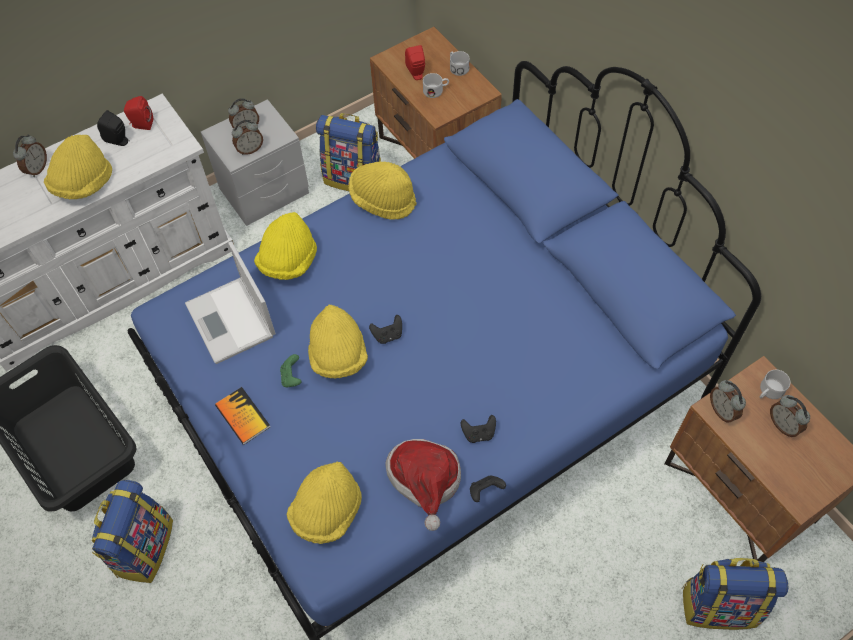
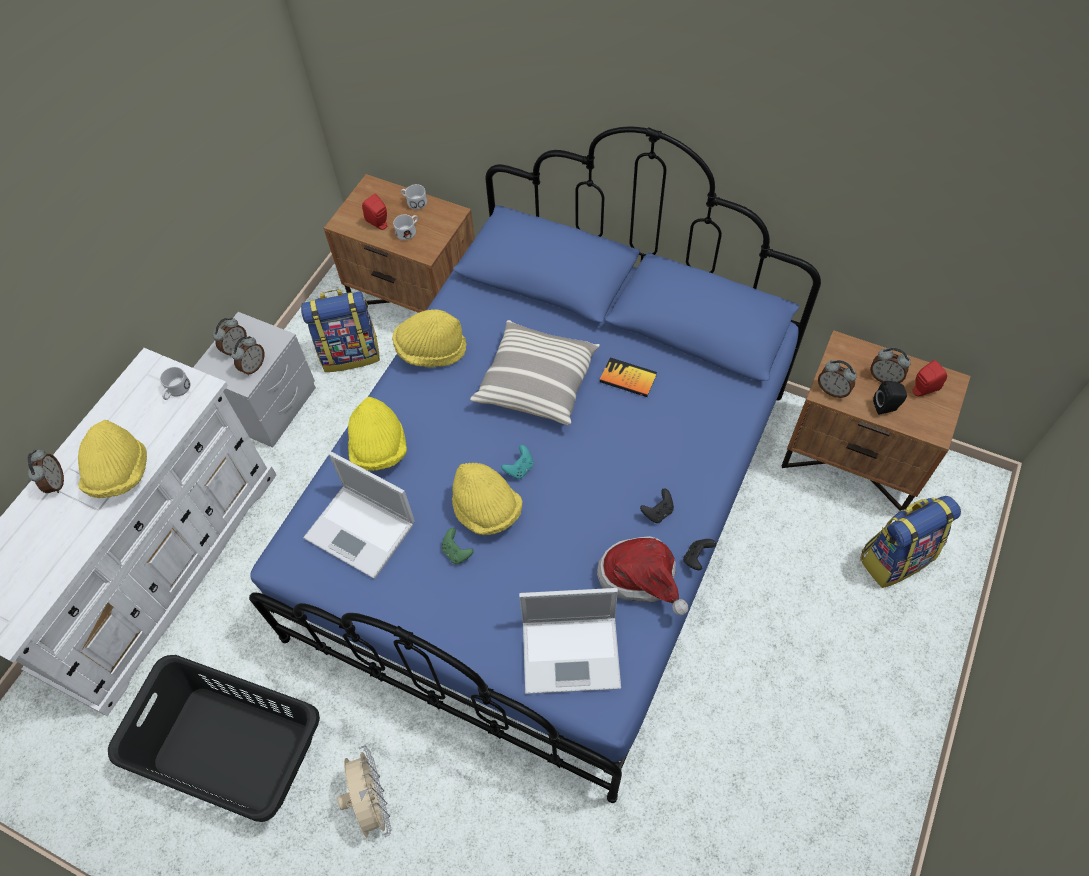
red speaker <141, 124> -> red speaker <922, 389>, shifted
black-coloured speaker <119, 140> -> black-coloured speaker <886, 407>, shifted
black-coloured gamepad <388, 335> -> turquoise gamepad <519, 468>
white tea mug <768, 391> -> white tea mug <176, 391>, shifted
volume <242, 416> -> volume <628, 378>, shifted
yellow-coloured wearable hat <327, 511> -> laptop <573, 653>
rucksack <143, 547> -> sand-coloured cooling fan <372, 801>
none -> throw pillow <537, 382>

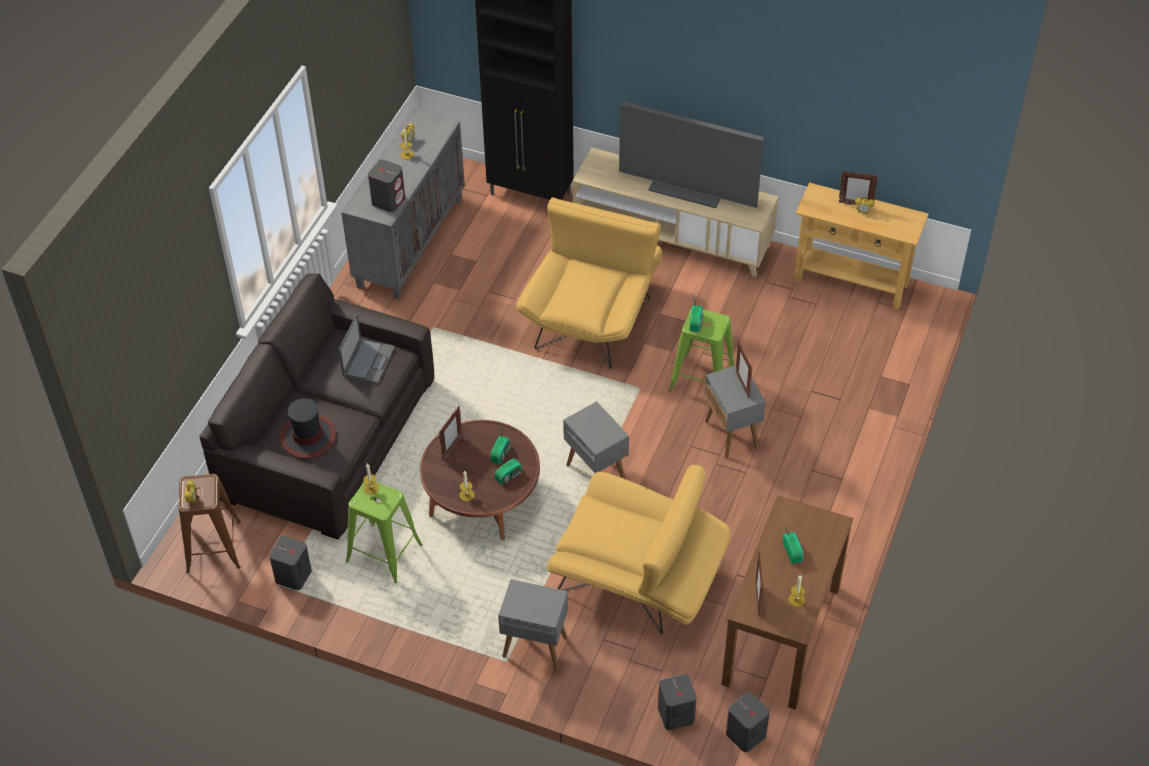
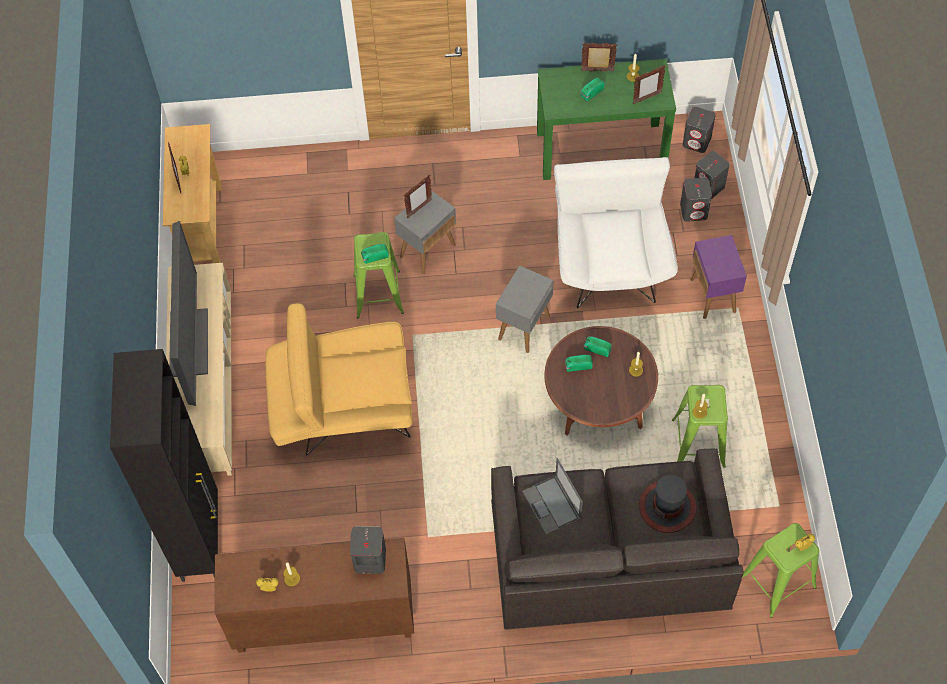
greyish cupboard <410, 241> -> brown cupboard <323, 621>
laptop <369, 360> -> laptop <552, 505>, 105 degrees counterclockwise
standing frame <451, 448> -> standing frame <597, 71>, shifted
yellow-coloured armchair <639, 579> -> white armchair <609, 255>
brown stool <213, 547> -> green stool <778, 582>
brown narrow table <782, 635> -> green narrow table <601, 150>
greyish speaker <293, 576> -> greyish speaker <694, 211>, shifted
greyish end table <534, 647> -> purple end table <713, 296>

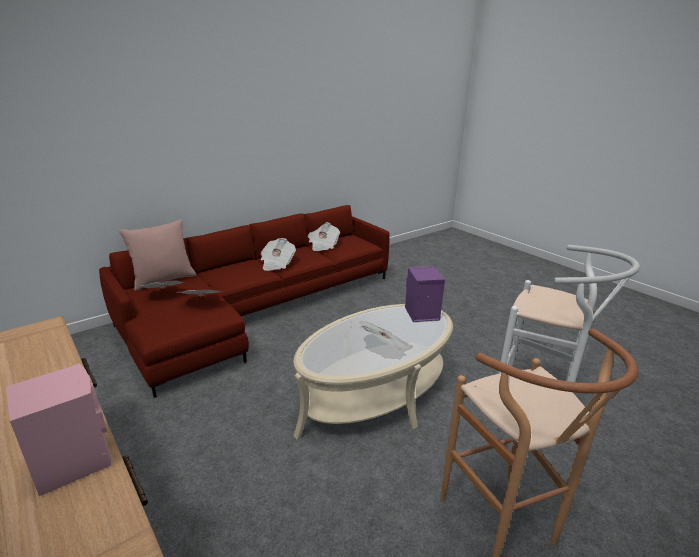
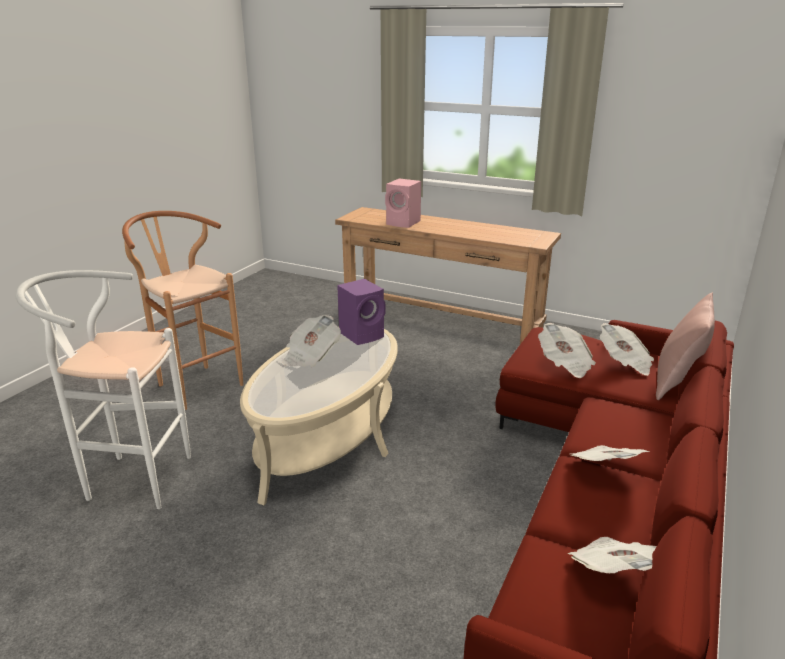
purple speaker <420, 313> -> purple speaker <363, 335>, shifted

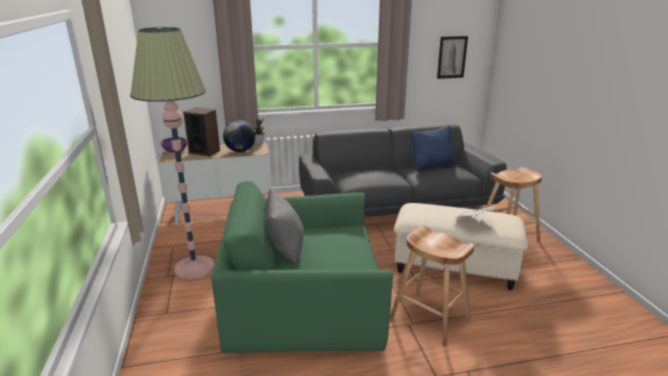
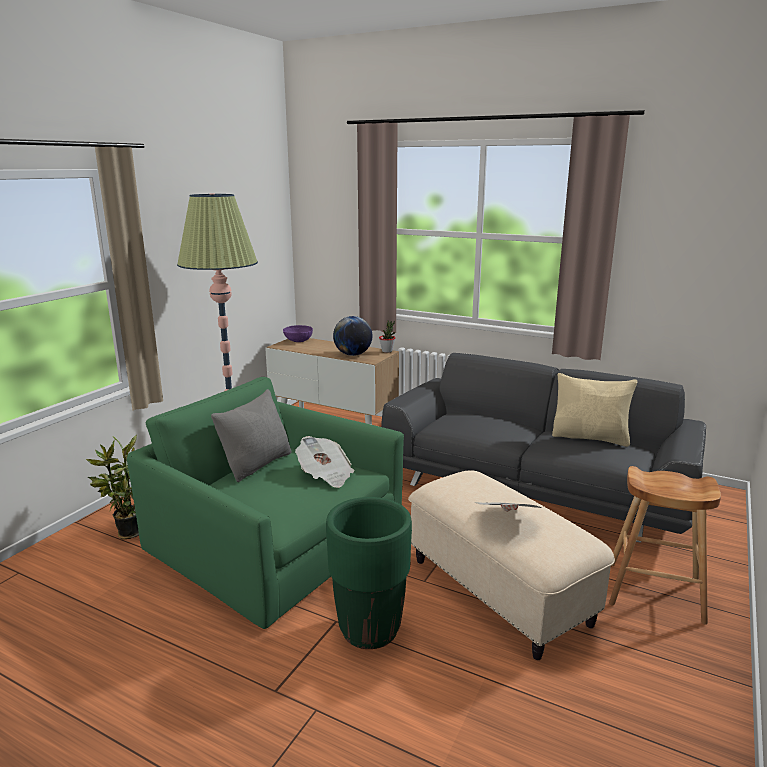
wall art <452, 57> -> none
speaker <204, 151> -> none
bluish throw pillow <431, 166> -> sand-coloured throw pillow <590, 437>
brown stool <430, 318> -> green flower pot <369, 629>
none -> potted plant <127, 534>
none -> printed paper <325, 475>

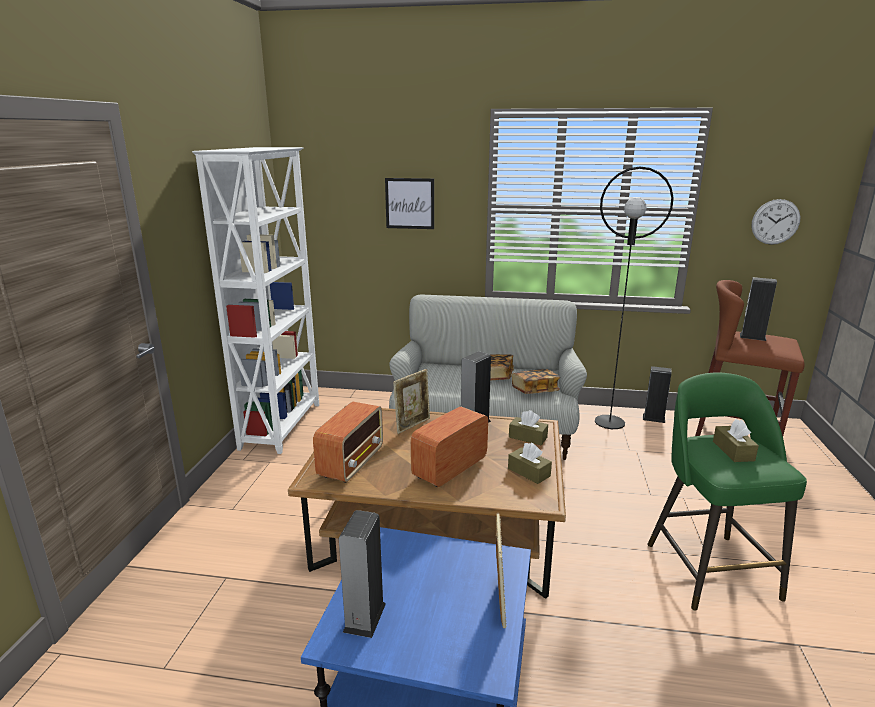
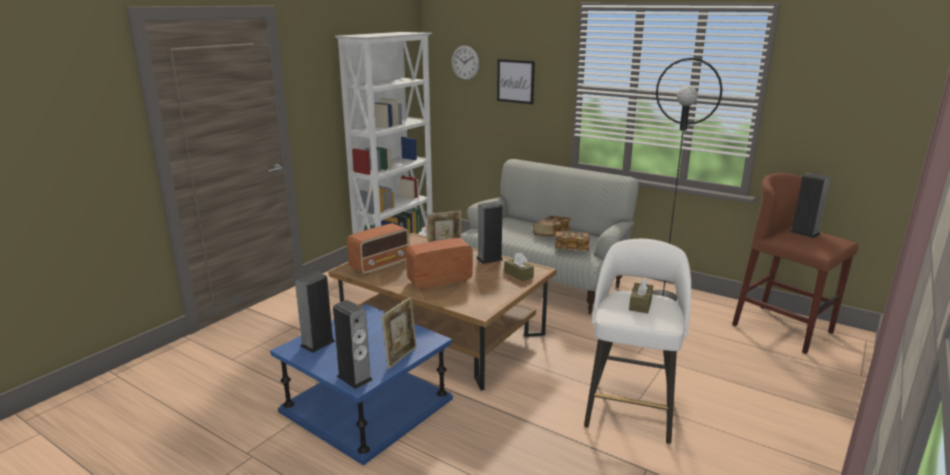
wall clock <775, 222> -> wall clock <465, 62>, shifted
speaker <653, 418> -> speaker <354, 378>, shifted
green stool <709, 568> -> white stool <630, 408>
brown tissue box <529, 472> -> none

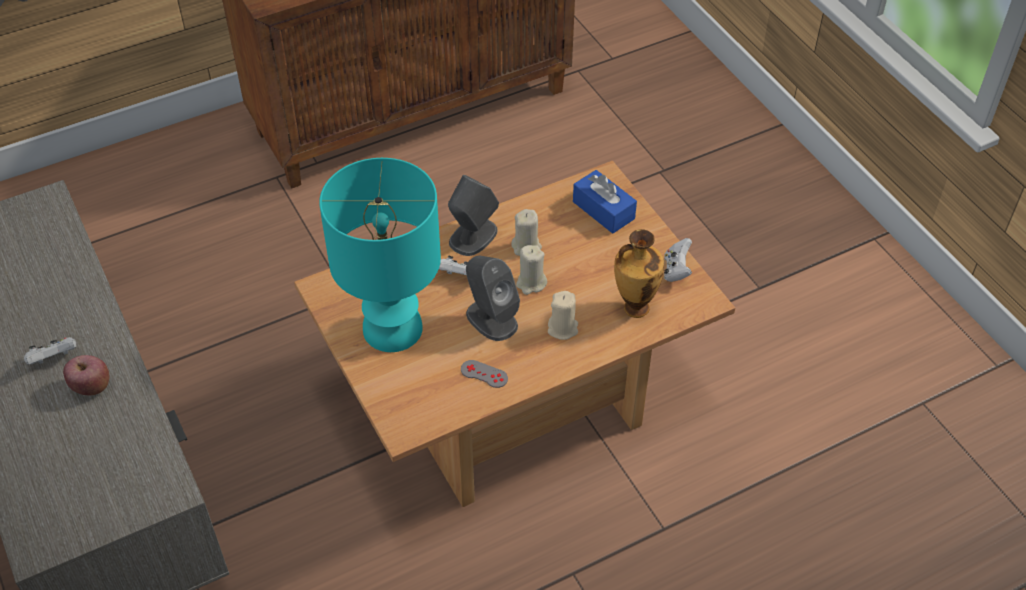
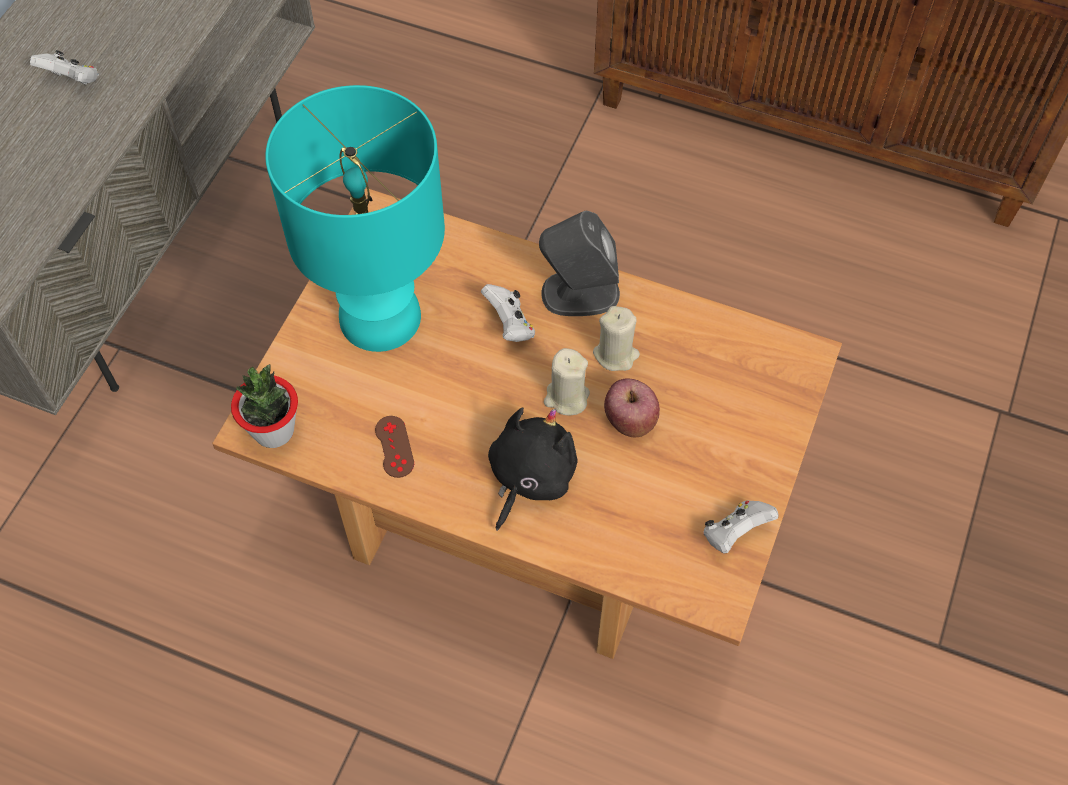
bluish tissue box <603, 210> -> none
flower vase <634, 307> -> none
greyish speaker <491, 319> -> none
sand-coloured wax light <563, 328> -> black-coloured cuddly toy <529, 477>
apple fruit <91, 387> -> apple fruit <630, 421>, shifted
greyish gamepad <484, 374> -> brown gamepad <394, 446>
none -> potted plant <274, 431>

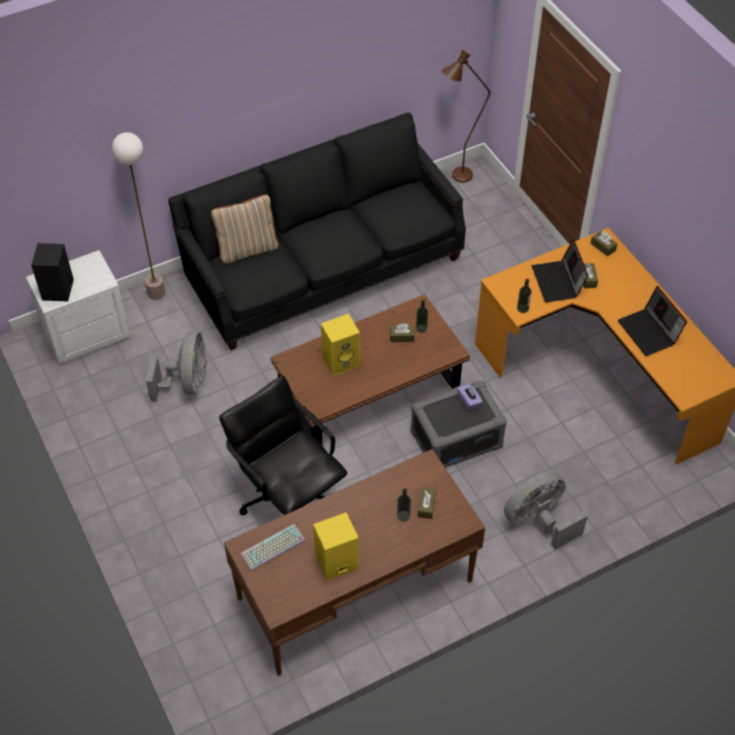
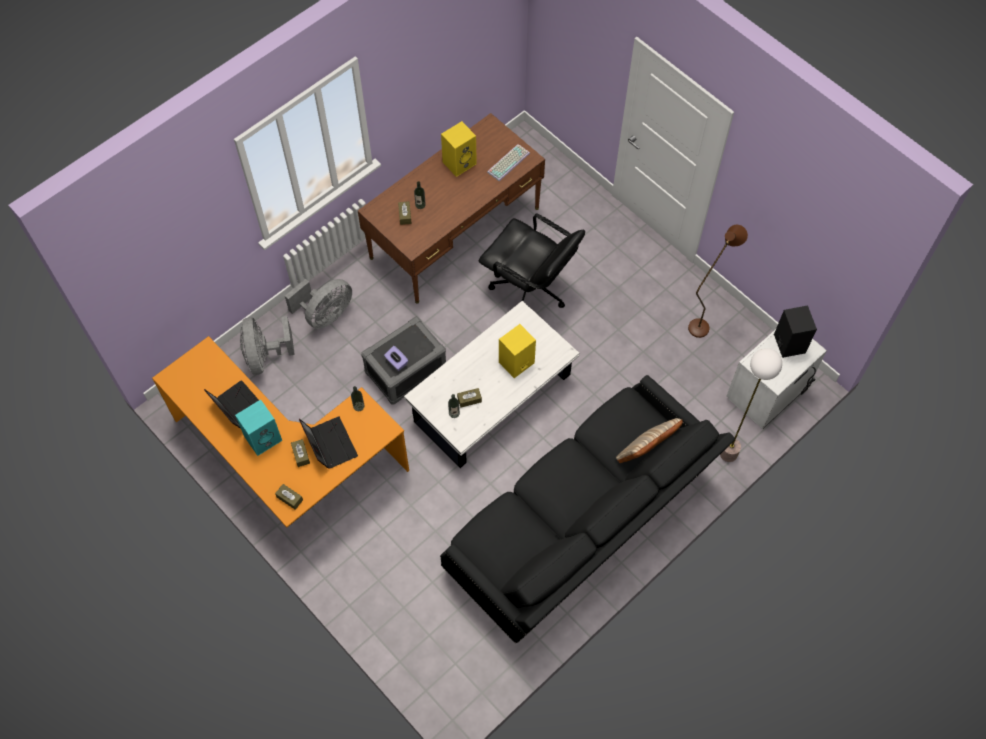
brown standing lamp <456, 178> -> brown standing lamp <703, 323>, shifted
brown low table <370, 391> -> white low table <492, 398>
greyish cooling fan <187, 383> -> greyish cooling fan <265, 356>, shifted
none -> turquoise speaker <263, 437>

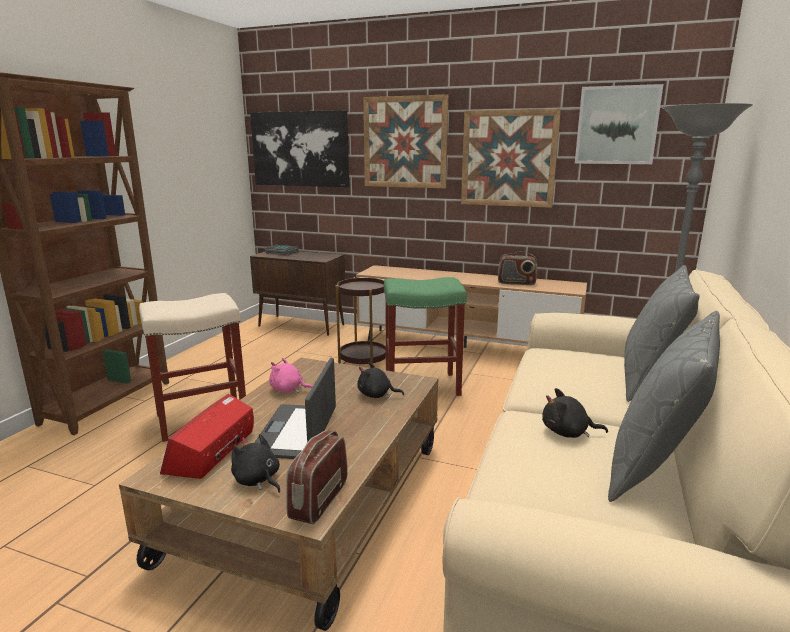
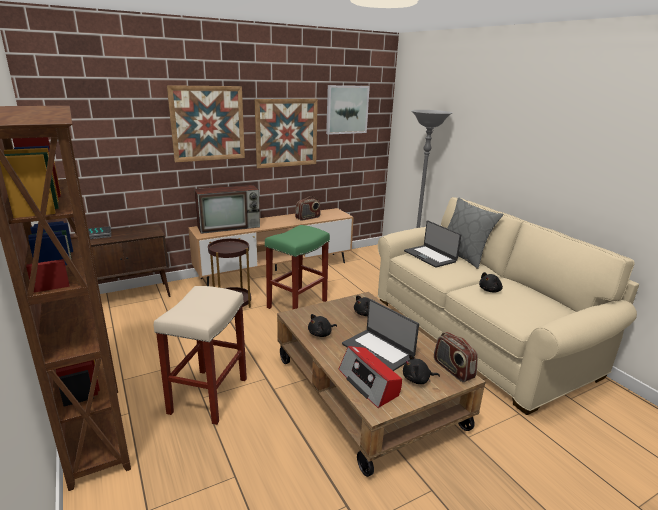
wall art <300, 149> -> none
greyish throw pillow <655, 466> -> none
pink cuddly toy <288, 390> -> black-coloured cuddly toy <321, 334>
none -> TV set <230, 226>
none -> laptop <430, 256>

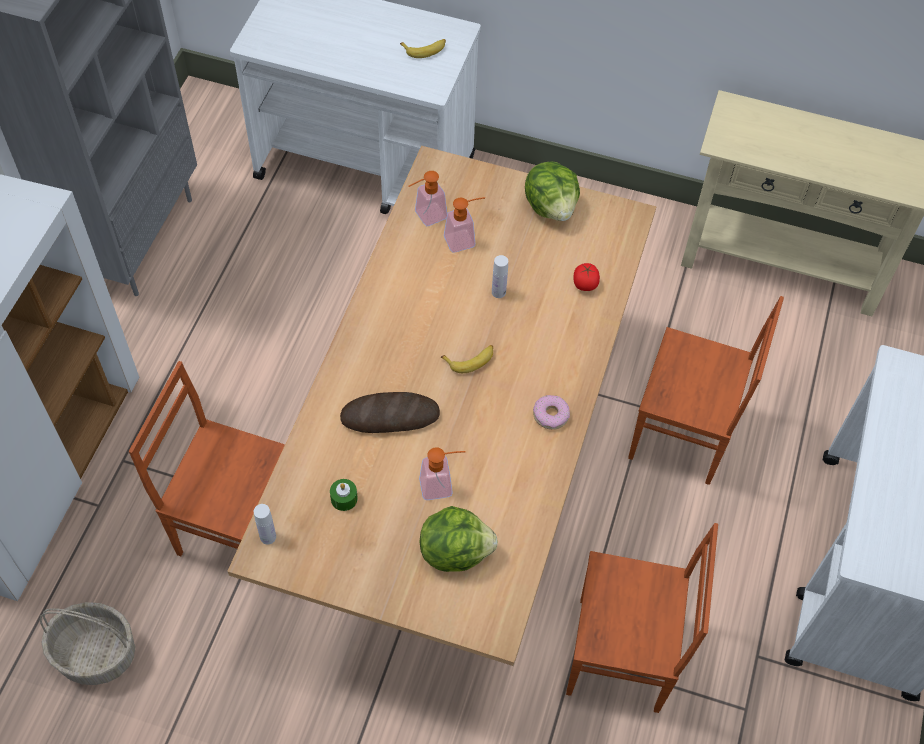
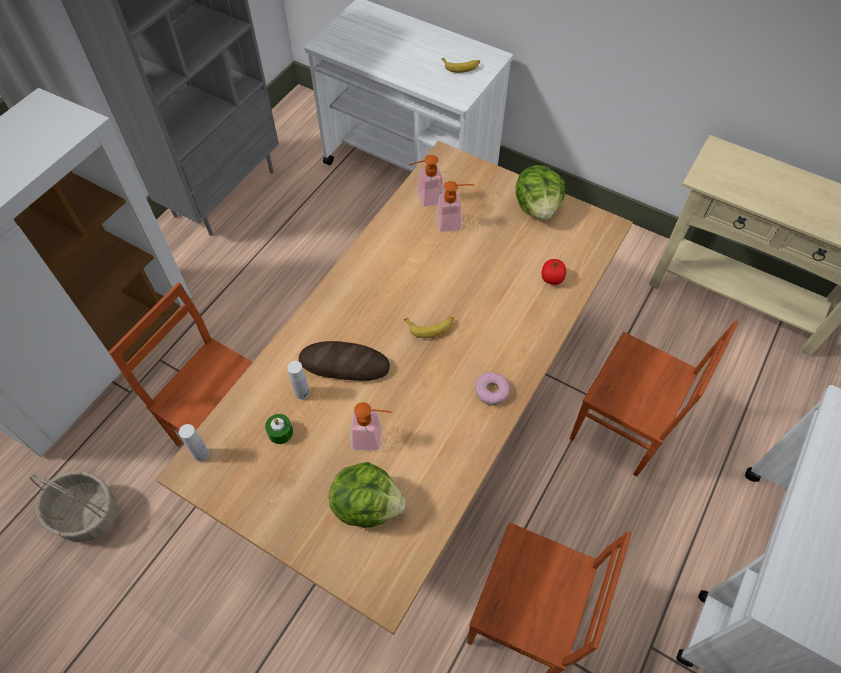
white bottle <498, 292> -> white bottle <302, 393>, shifted

